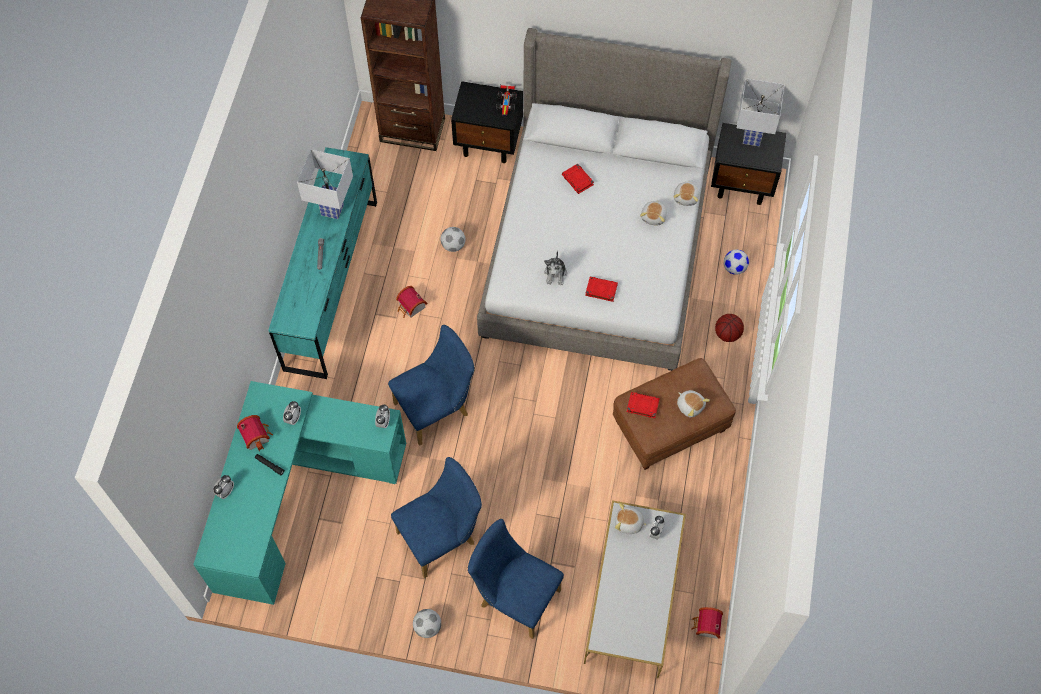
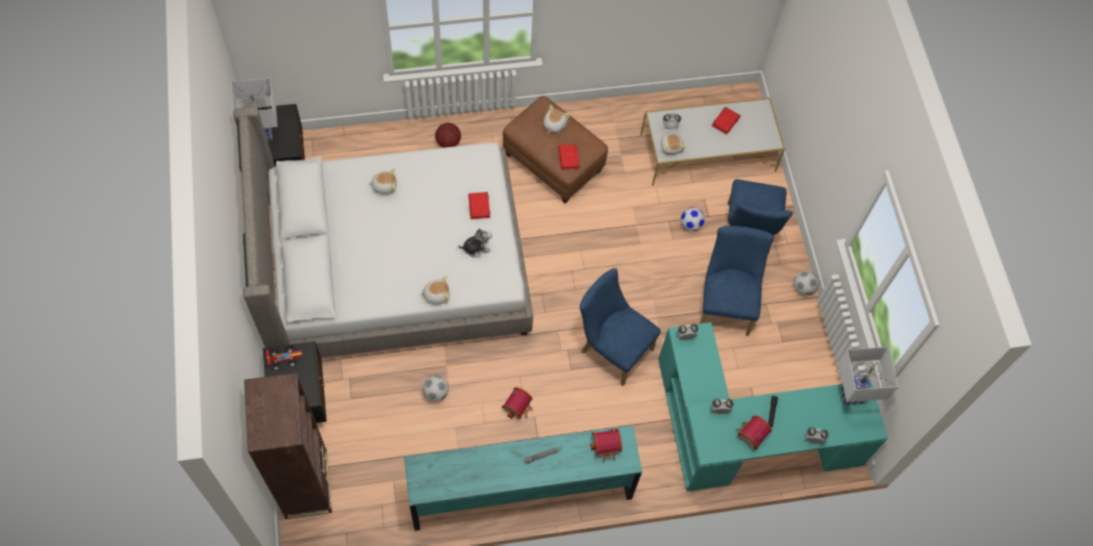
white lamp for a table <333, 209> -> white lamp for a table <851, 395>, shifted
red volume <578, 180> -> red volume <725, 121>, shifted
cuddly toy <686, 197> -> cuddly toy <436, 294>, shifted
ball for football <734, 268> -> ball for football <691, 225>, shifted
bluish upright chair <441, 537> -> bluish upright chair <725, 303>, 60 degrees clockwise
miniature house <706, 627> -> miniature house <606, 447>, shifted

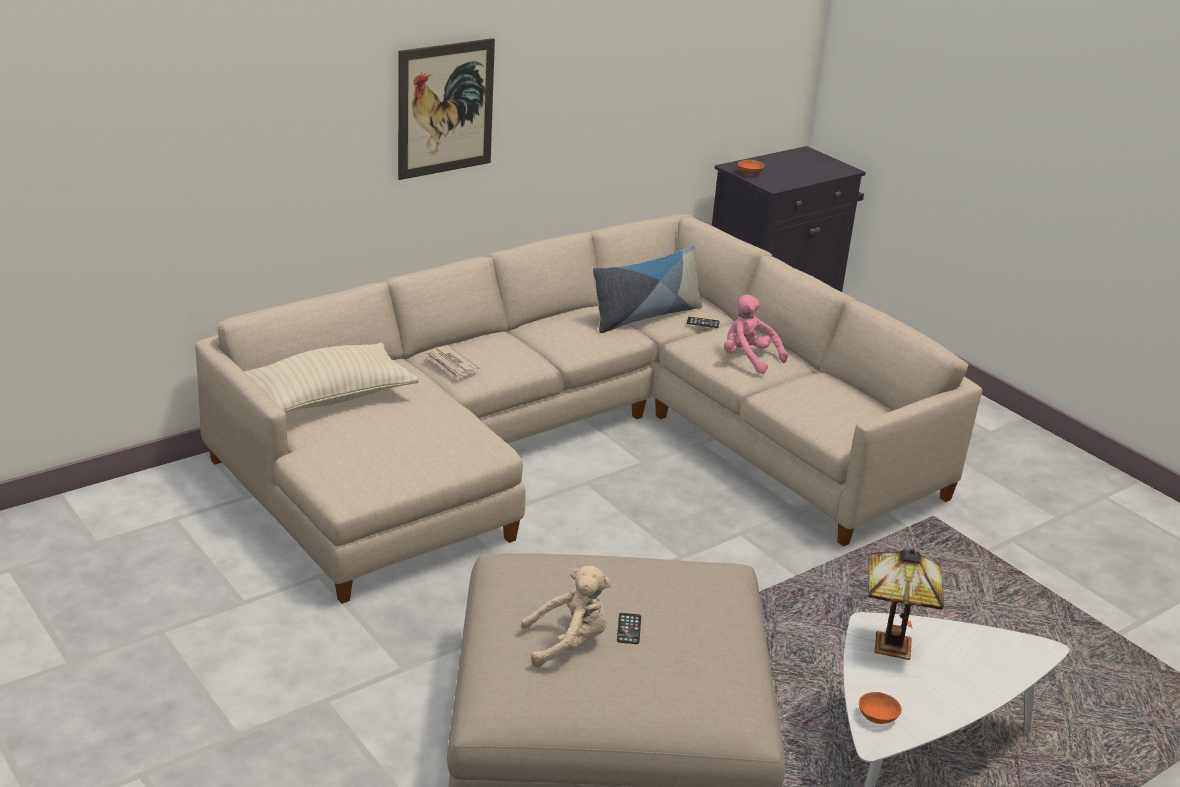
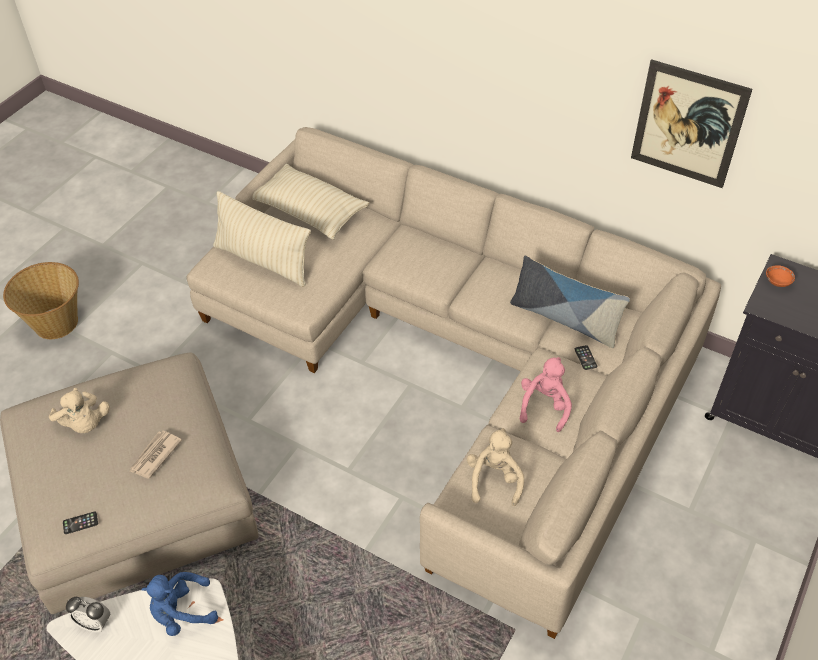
wall art <445, 108> -> wall art <688, 125>, shifted
printed paper <451, 365> -> printed paper <155, 456>, shifted
lamp for a table <889, 646> -> bluish cuddly toy <182, 612>
telephone <629, 629> -> telephone <80, 523>, shifted
orange-coloured bowl <877, 717> -> alarm clock <94, 623>
none -> sand-coloured throw pillow <263, 261>
none -> basket <56, 322>
none -> sand-coloured cuddly toy <494, 479>

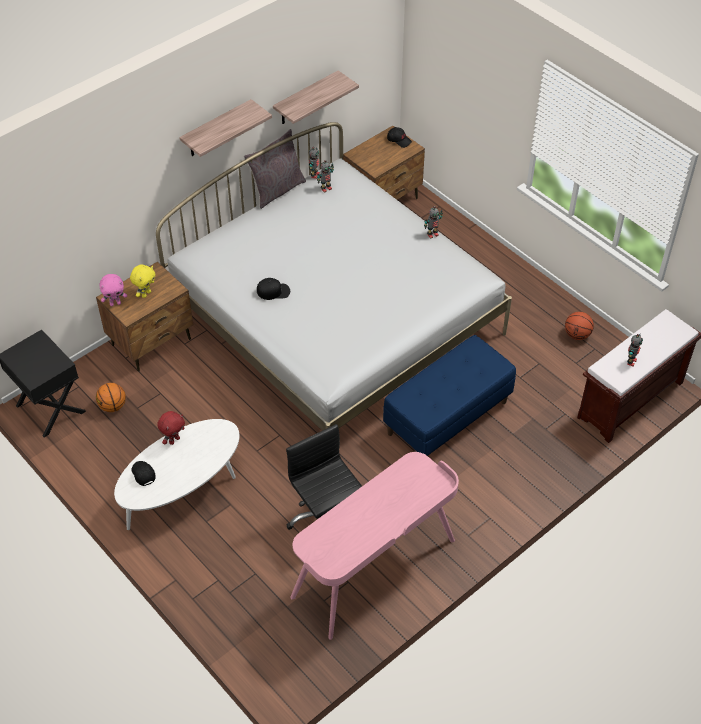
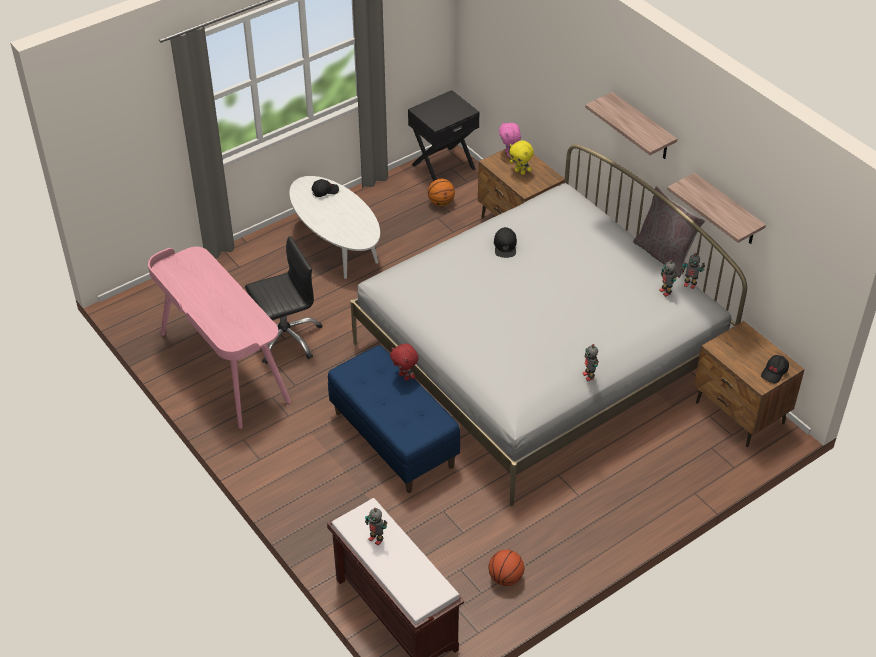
red cuddly toy <174, 440> -> red cuddly toy <405, 376>, shifted

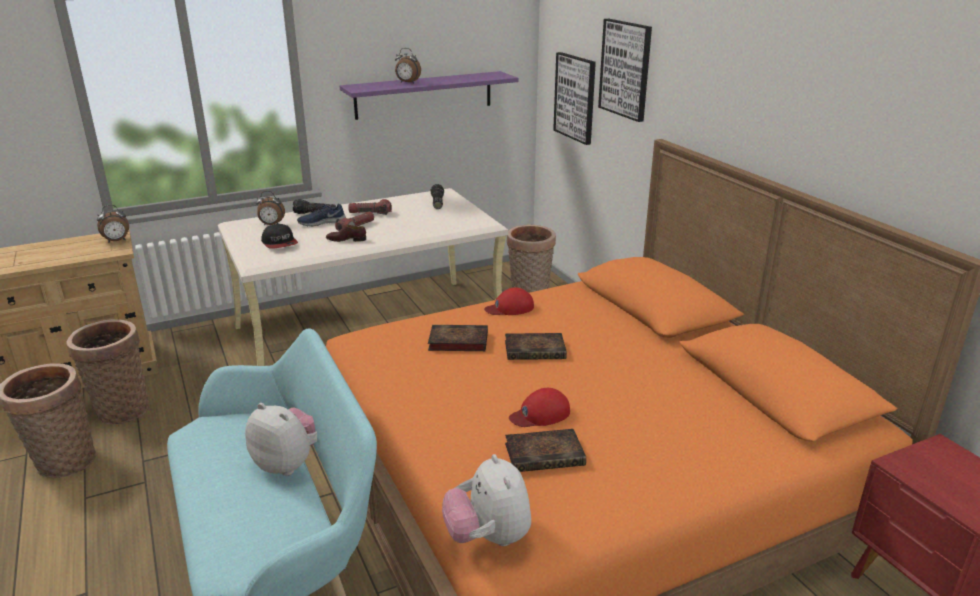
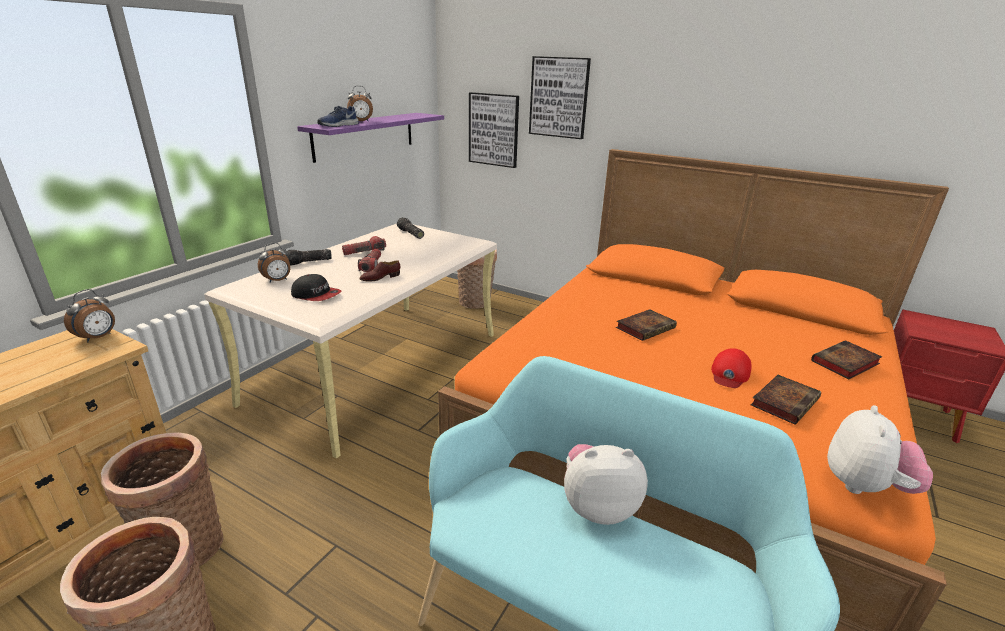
bluish item of footwear <321, 222> -> bluish item of footwear <337, 125>, shifted
red peaked cap <510, 308> -> none
volume <456, 342> -> volume <844, 363>, shifted
cuddly toy <488, 537> -> cuddly toy <864, 486>, 105 degrees counterclockwise

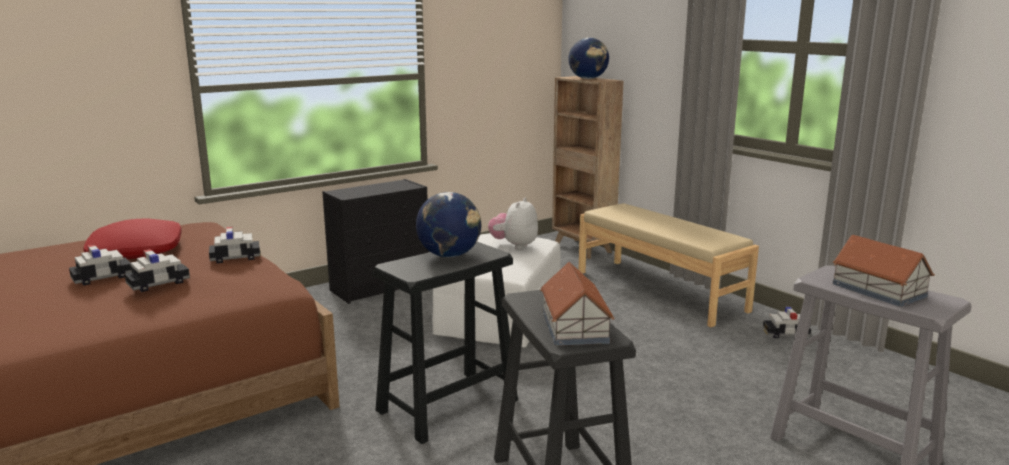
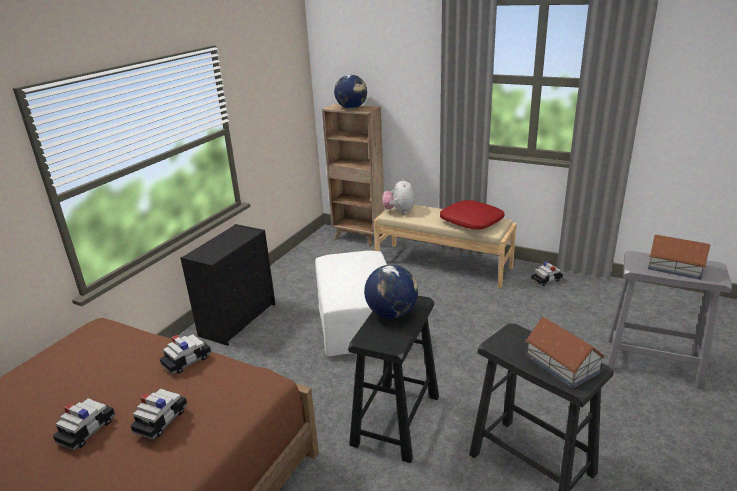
cuddly toy <514, 246> -> cuddly toy <399, 211>, shifted
red throw pillow <136, 252> -> red throw pillow <471, 222>, shifted

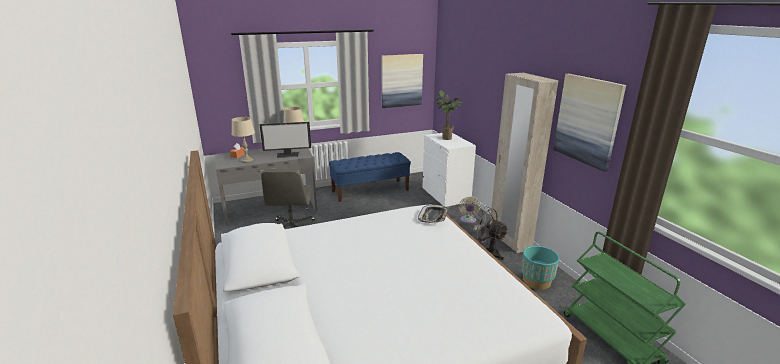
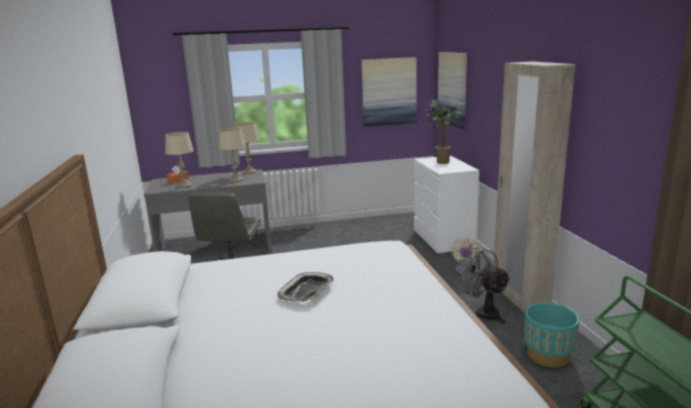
wall art <587, 120> -> wall art <453, 89>, shifted
computer screen <288, 154> -> sand-coloured lamp for a table <236, 180>
bluish long seat <370, 190> -> none
tray <433, 217> -> tray <307, 291>, shifted

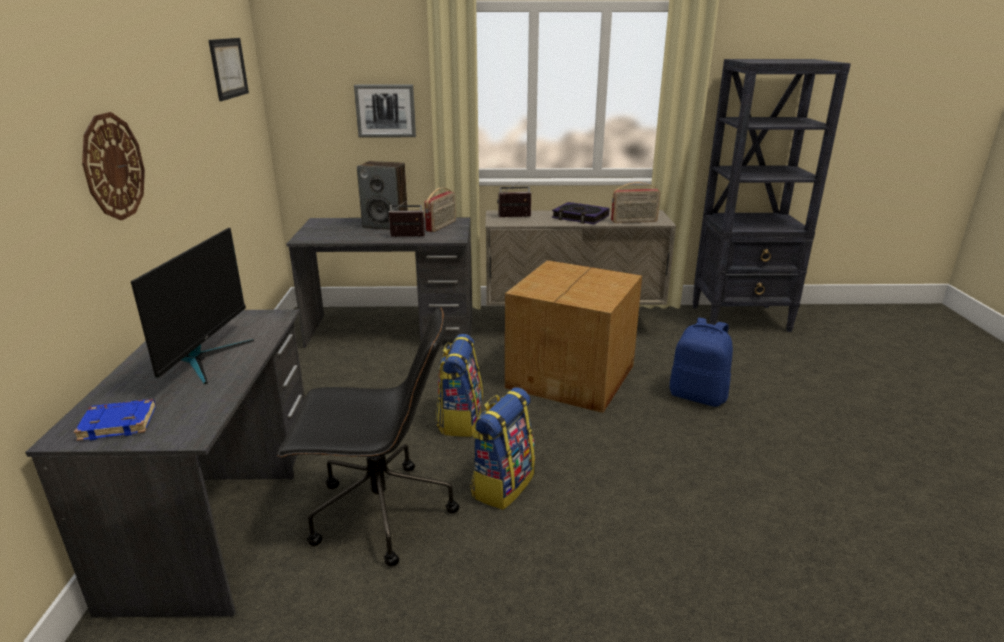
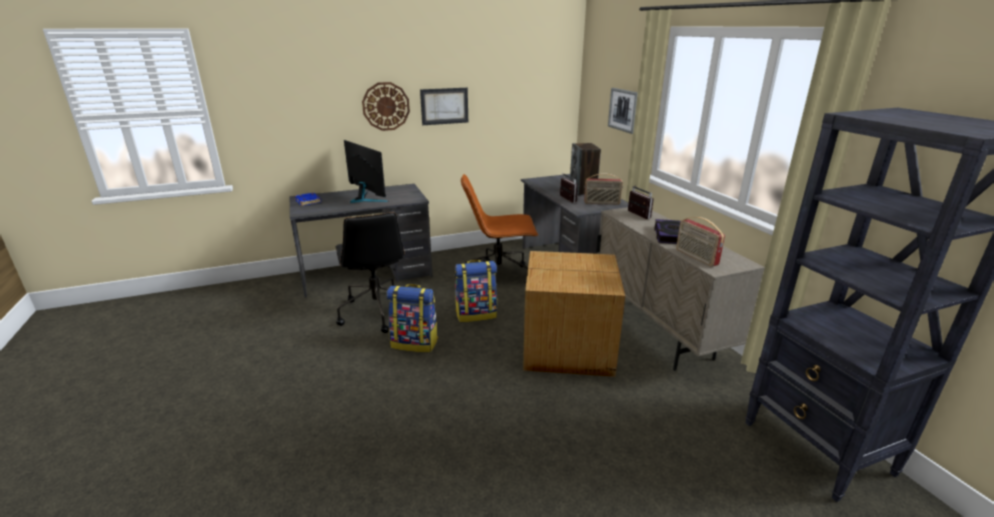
wall art <228, 68> -> wall art <444, 106>, shifted
computer screen <206, 358> -> computer screen <365, 199>, 120 degrees counterclockwise
bluish rucksack <698, 396> -> none
none -> brown desk chair <499, 276>

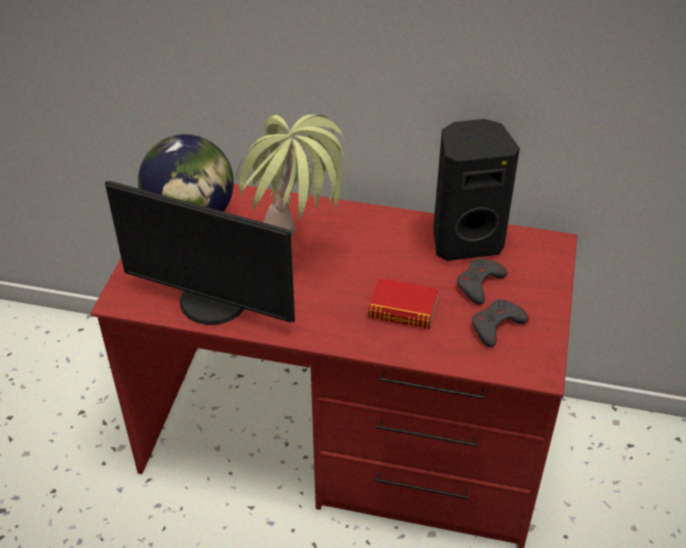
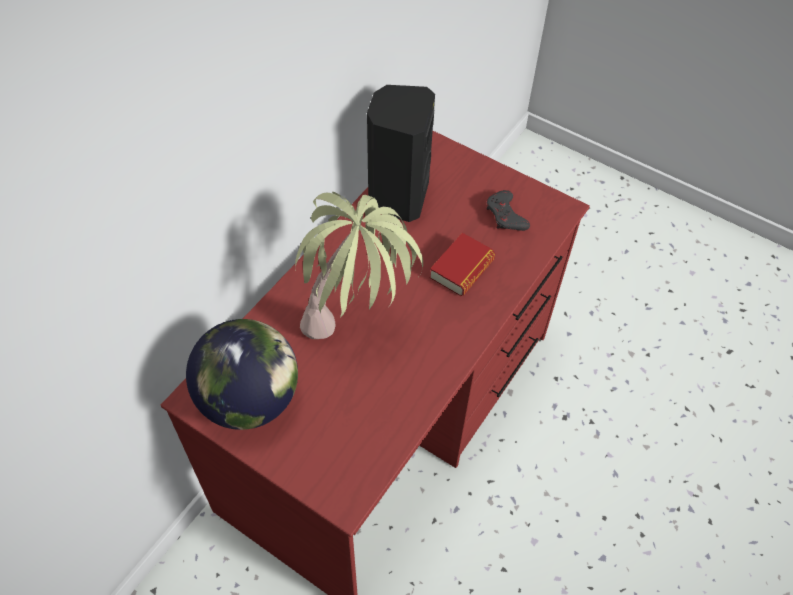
computer screen <212, 303> -> none
greyish gamepad <479, 284> -> none

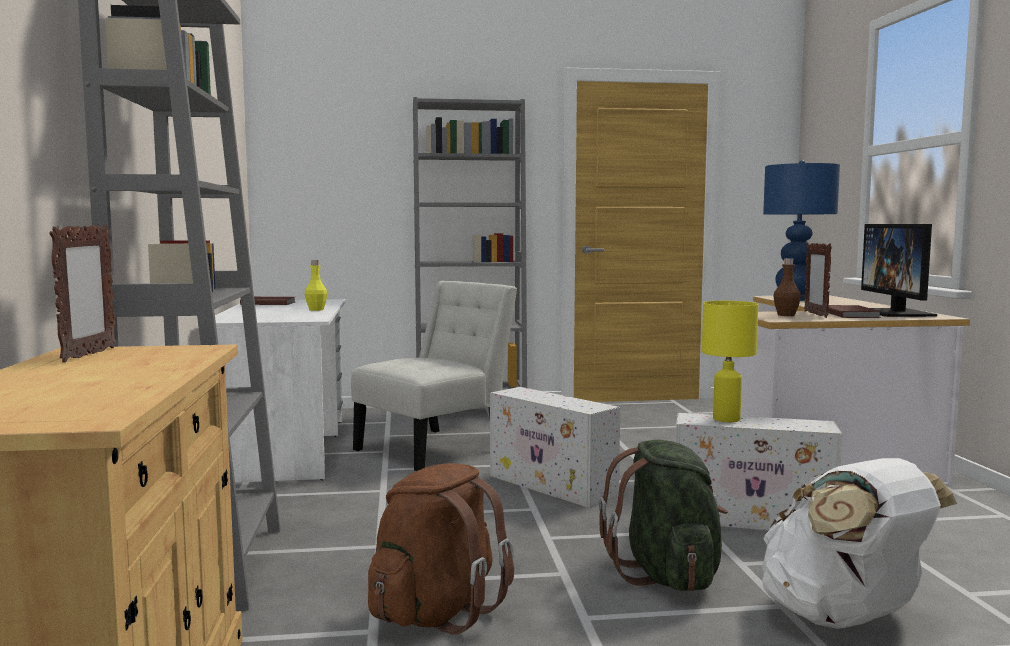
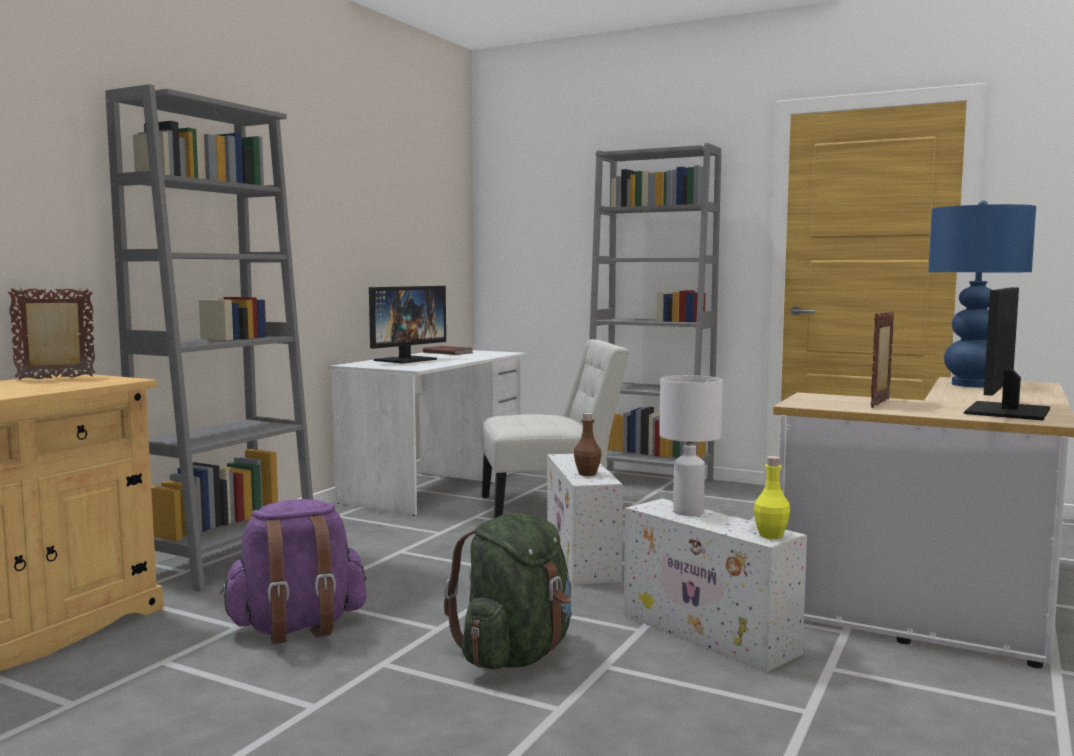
standing frame <88, 355> -> standing frame <56, 378>, 150 degrees counterclockwise
brown bottle <786, 315> -> brown bottle <587, 474>, shifted
yellow-coloured bottle <316, 310> -> yellow-coloured bottle <771, 535>, shifted
yellow-coloured lamp for a table <726, 419> -> white lamp for a table <687, 512>
brown volume <851, 314> -> none
white rucksack <844, 618> -> none
brown rucksack <437, 612> -> purple rucksack <297, 627>
none -> computer screen <406, 360>

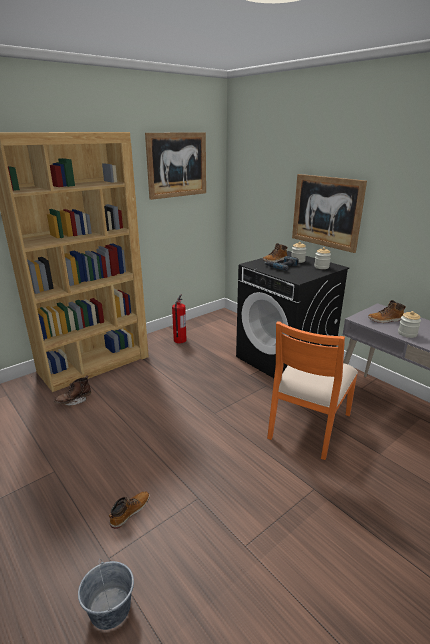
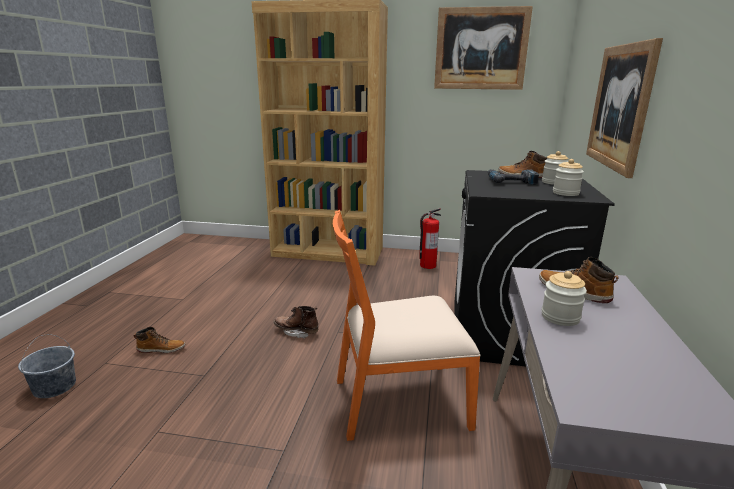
brown high-top boot <74, 401> -> brown high-top boot <296, 332>, shifted

